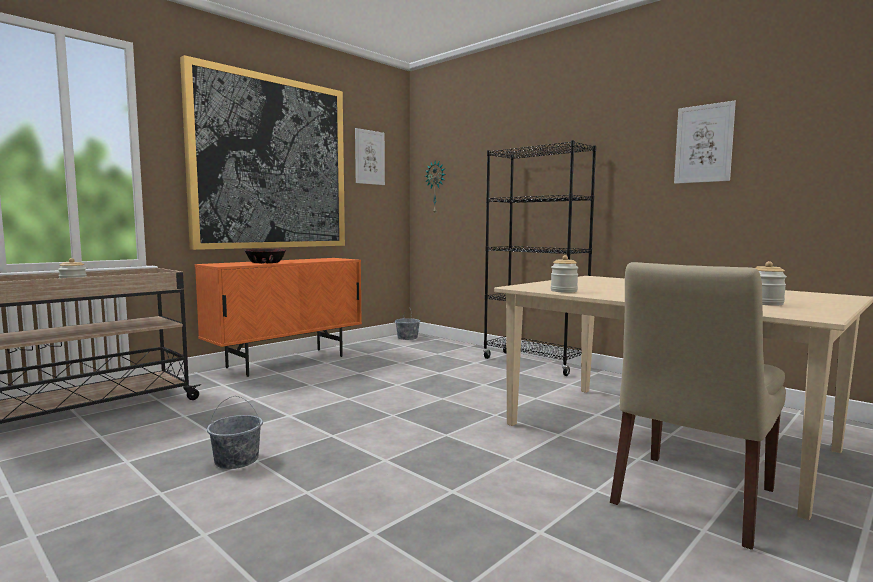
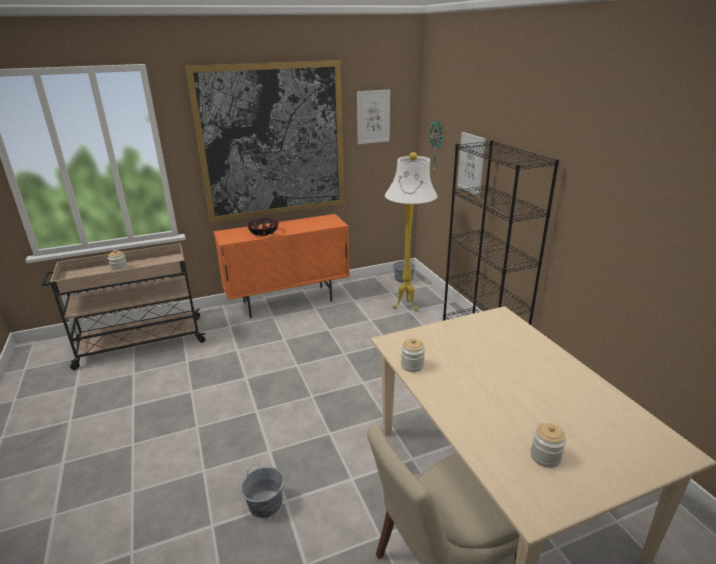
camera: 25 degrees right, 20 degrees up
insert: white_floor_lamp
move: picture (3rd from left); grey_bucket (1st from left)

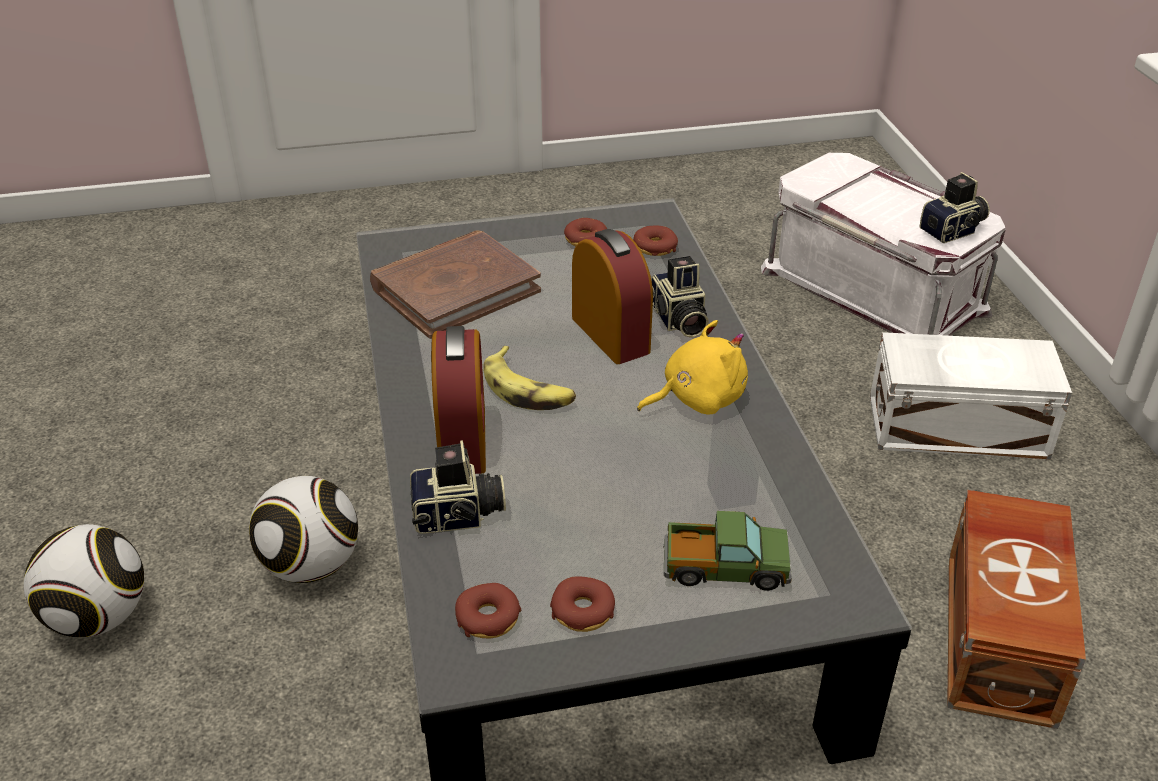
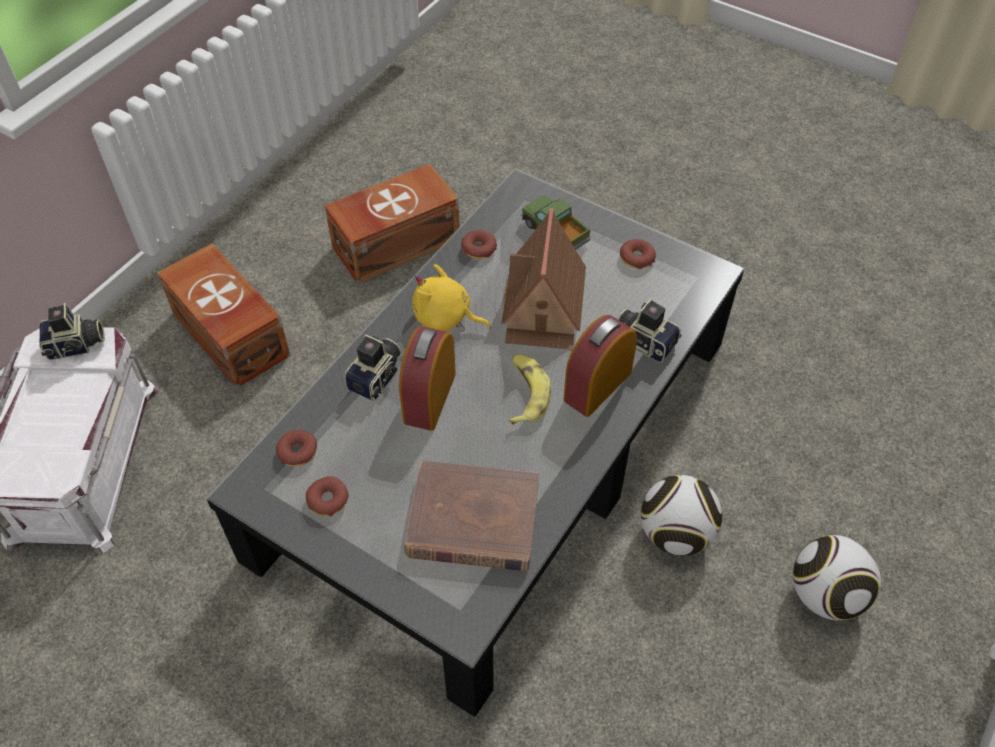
camera: 135 degrees left, 15 degrees up
insert: toy_house
move: donut (1st from left in the first image) to donut (3rd from left)
recolor: white_storage_box (2nd from left) to brown_storage_box (1st from left)
rotate: photo_camera (3rd from left in the first image) 150 degrees clockwise

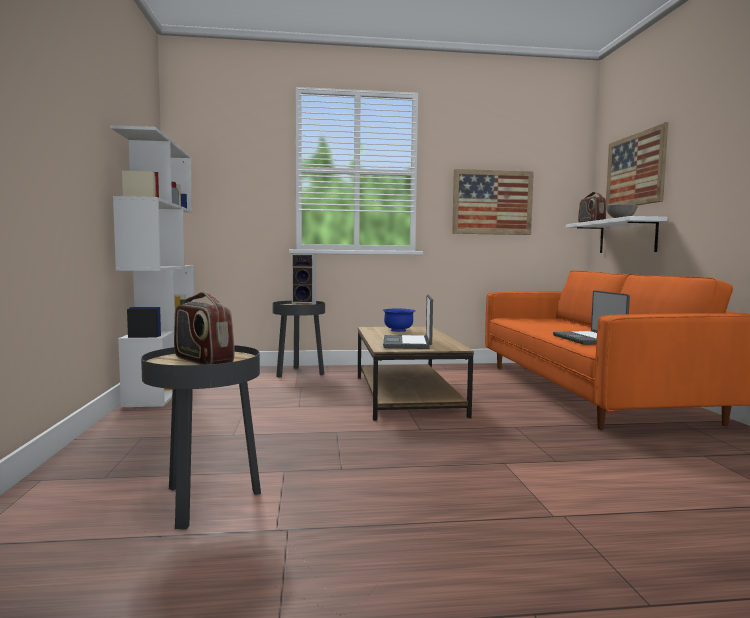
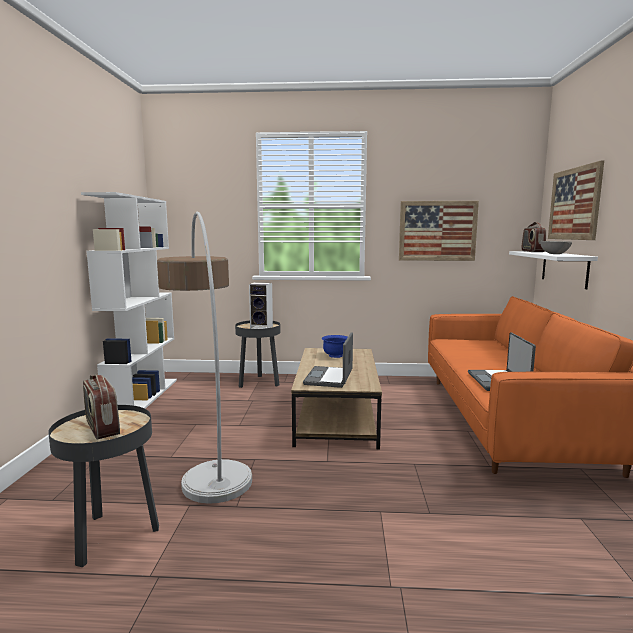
camera: 10 degrees right, 5 degrees up
insert: floor_lamp

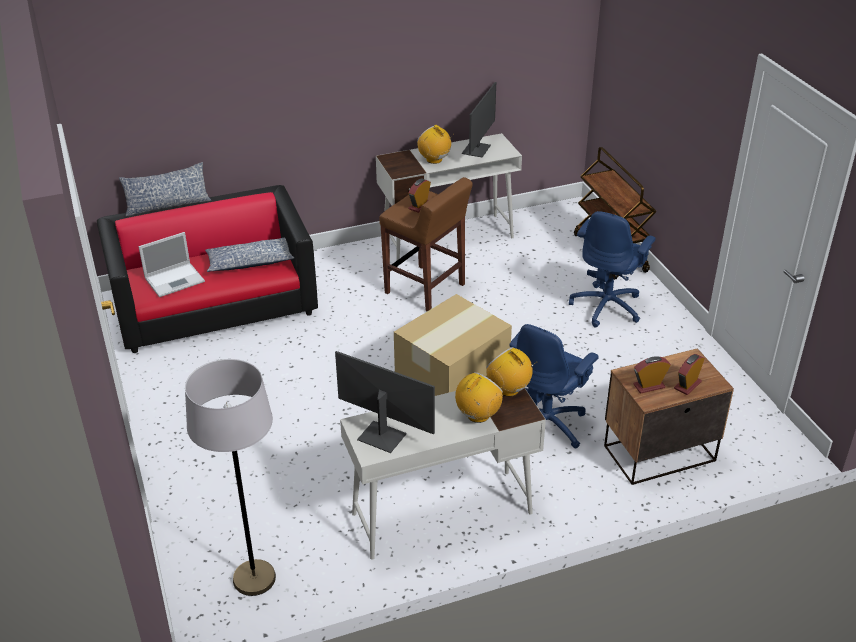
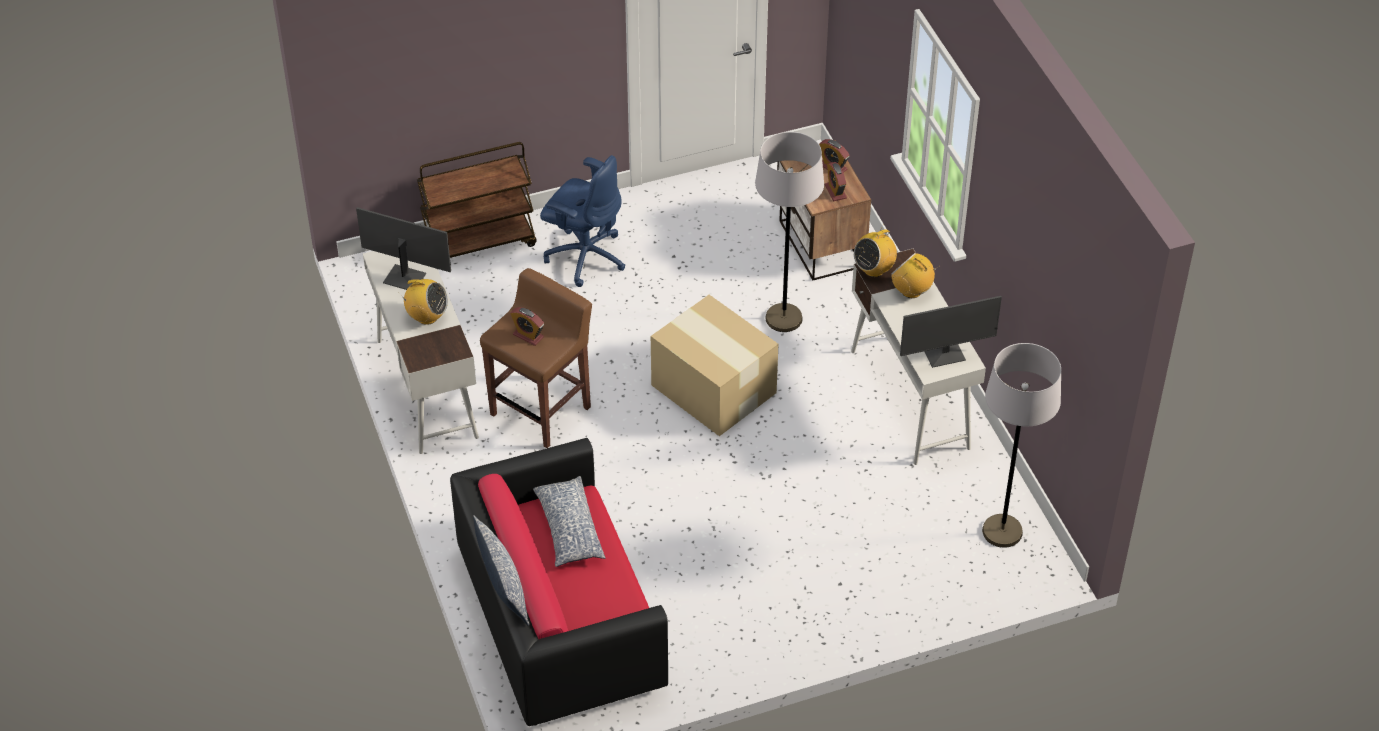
camera: 90 degrees left, 10 degrees up
delete: laptop
replace: blue_office_chair (1st from left) to grey_floor_lamp (1st from left)
rotate: radio (1st from left) 120 degrees counterclockwise; monitor (1st from left in the first image) 135 degrees counterclockwise

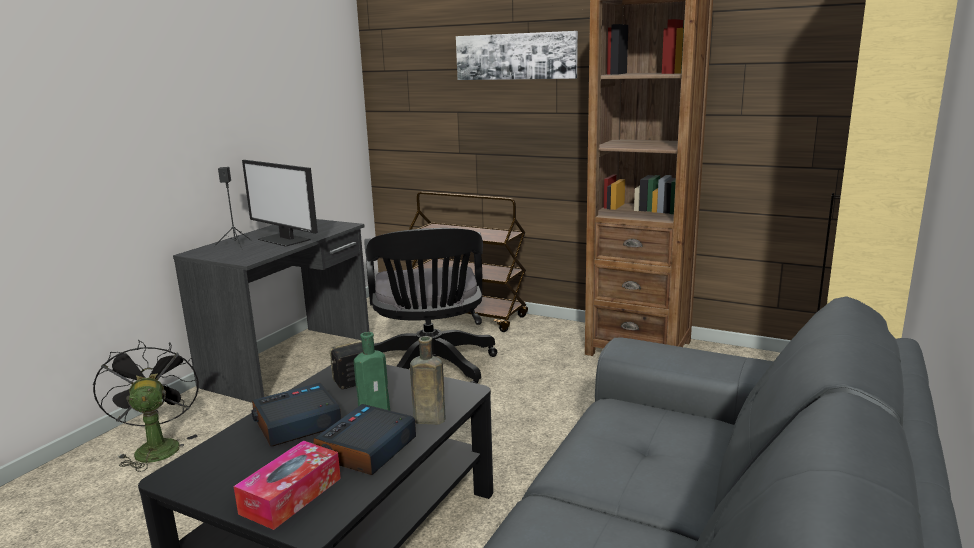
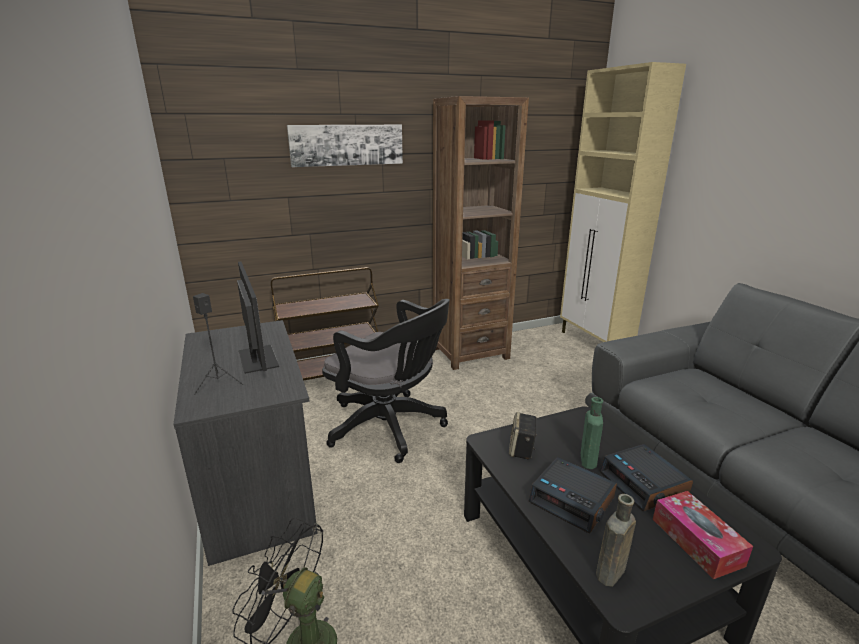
camera: 50 degrees left, 5 degrees up
move: brown_bottle
rotate: monitor 105 degrees counterclockwise; alarm_clock (1st from left) 60 degrees counterclockwise

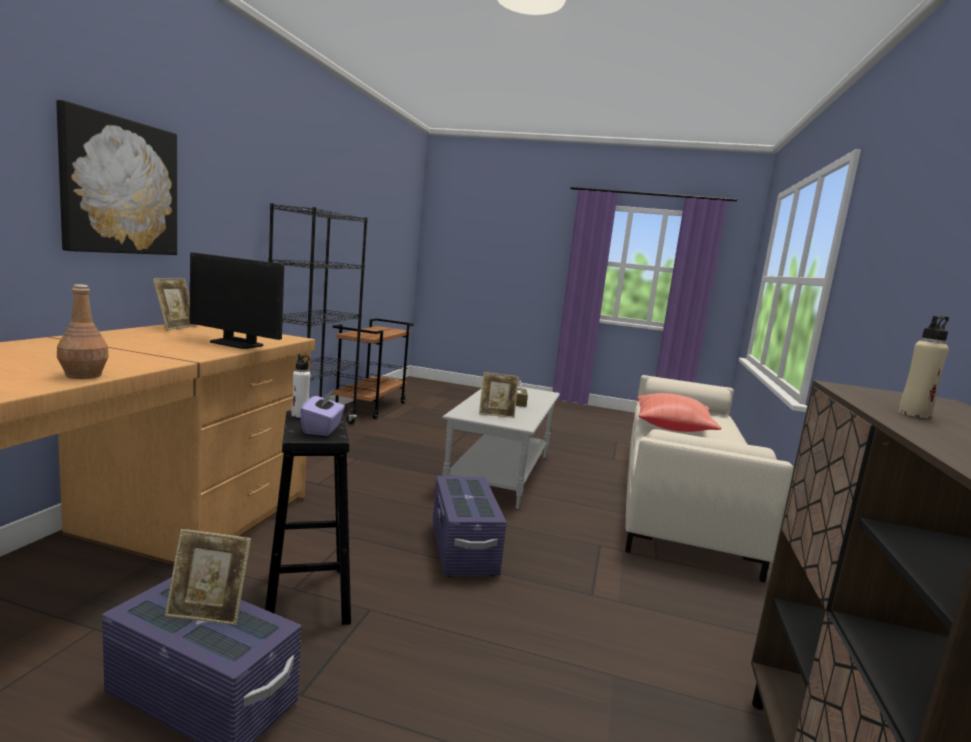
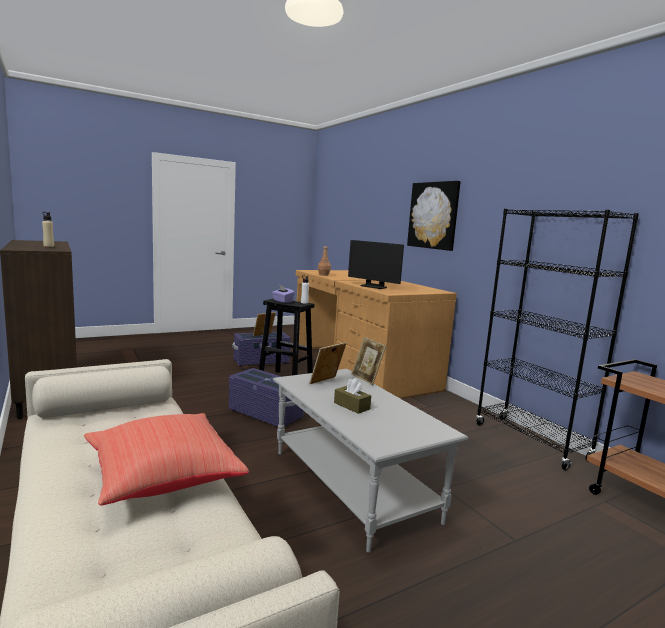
camera: 135 degrees right, 0 degrees up
move: picture_frame (1st from left in the first image) to picture_frame (3rd from left)
rotate: monitor 120 degrees counterclockwise

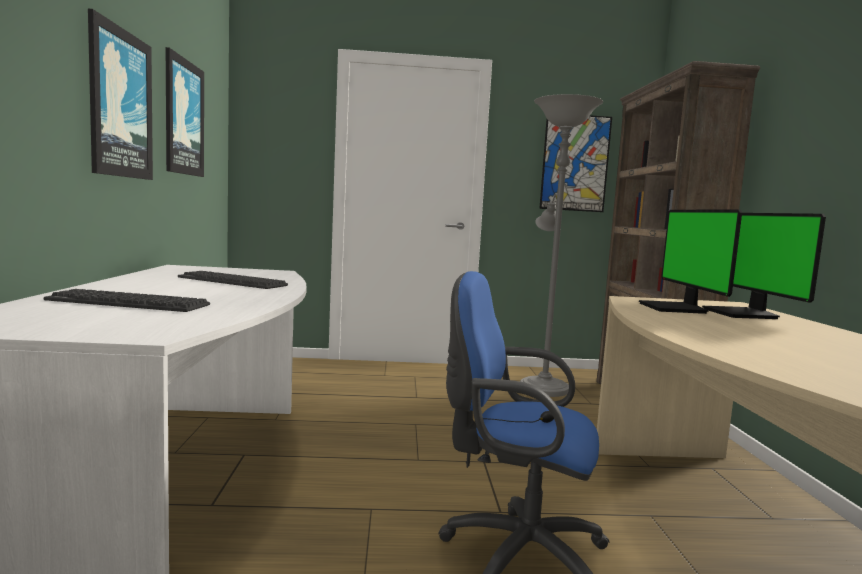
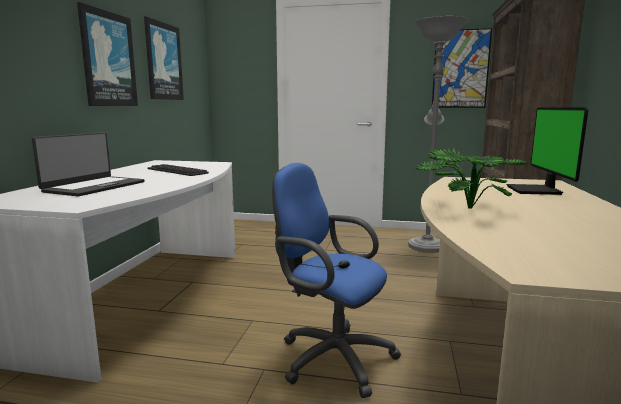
camera: 15 degrees right, 5 degrees up
delete: monitor (1st from left)
insert: potted_plant
replace: keyboard (1st from left) to laptop

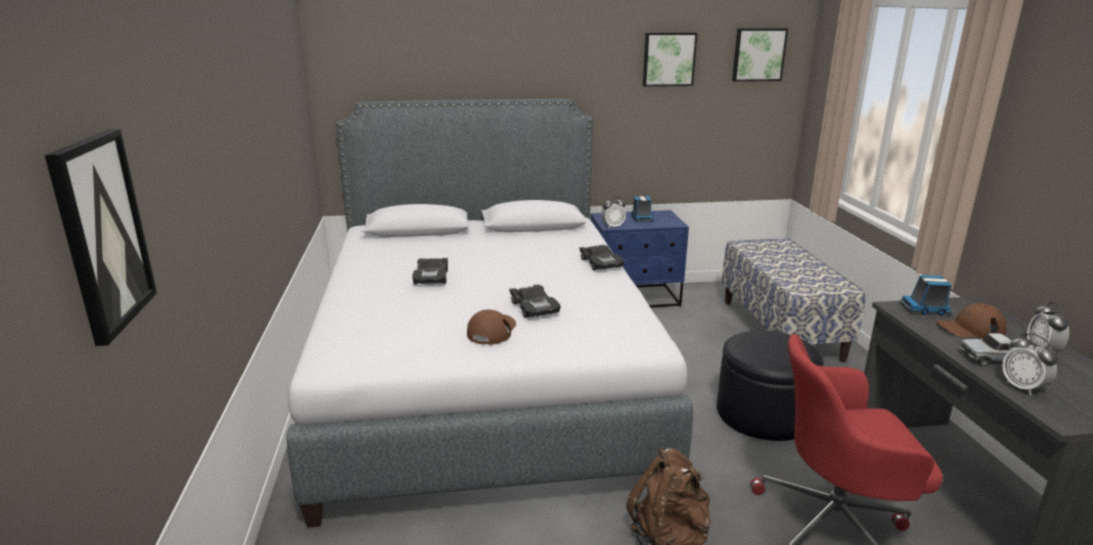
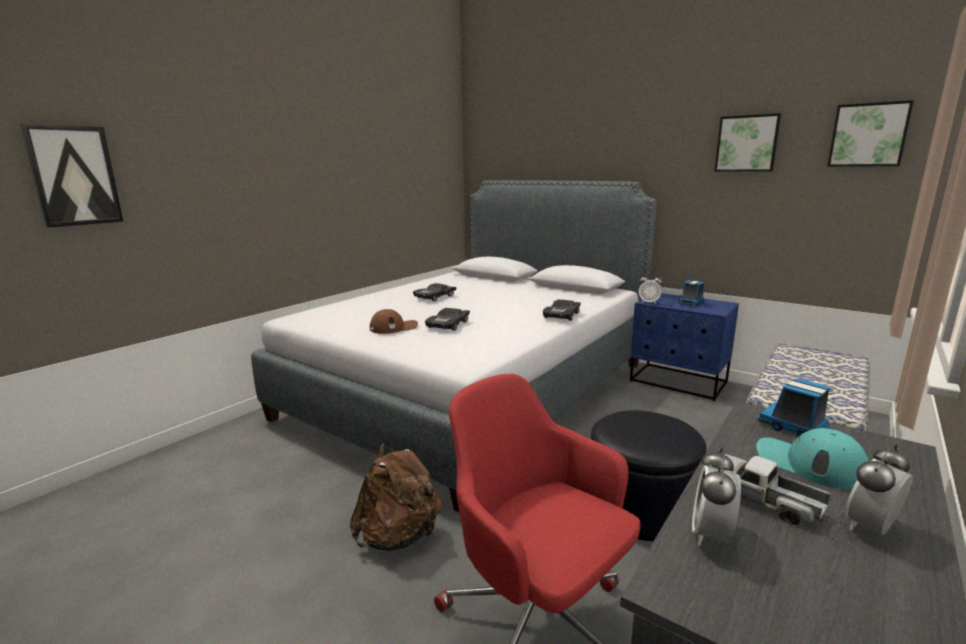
camera: 45 degrees right, 5 degrees down
recolor: brown_cap (2nd from left) to turquoise_cap

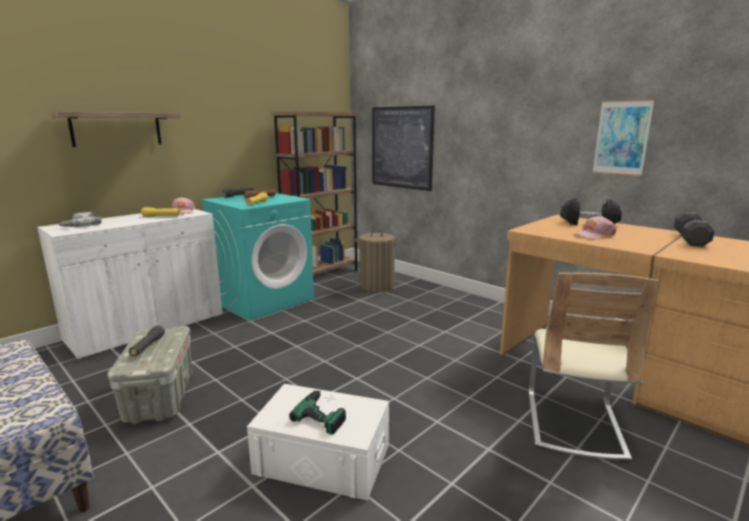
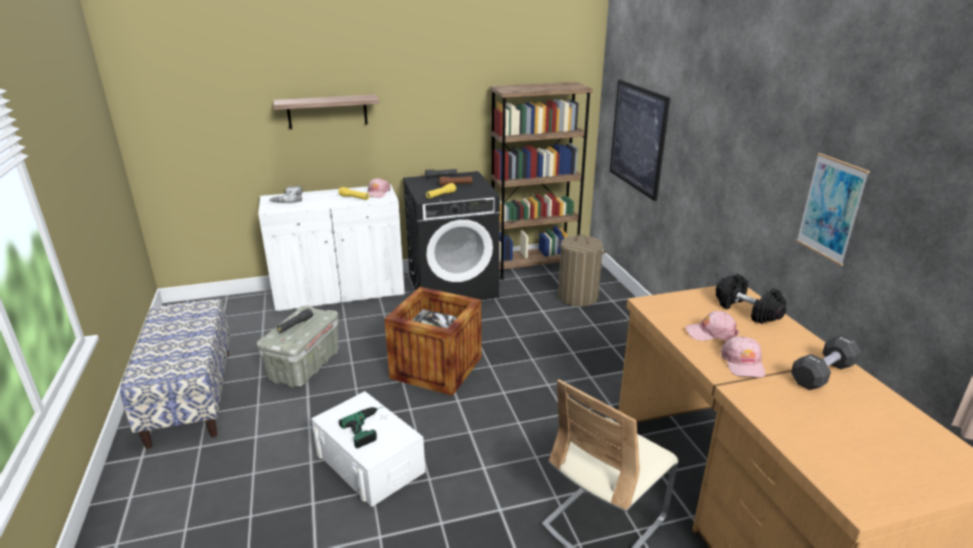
camera: 30 degrees right, 10 degrees up
insert: crate; pink_cap (3rd from left)
recolor: turquoise_washing_machine to black_washing_machine

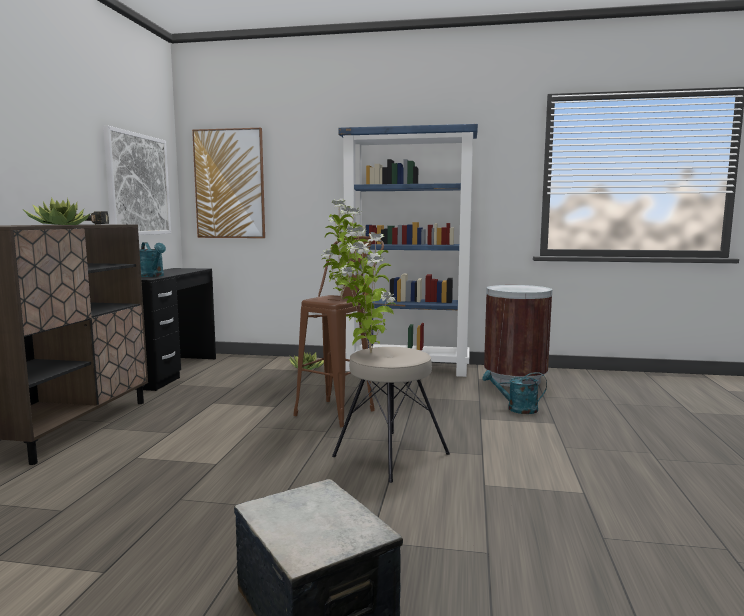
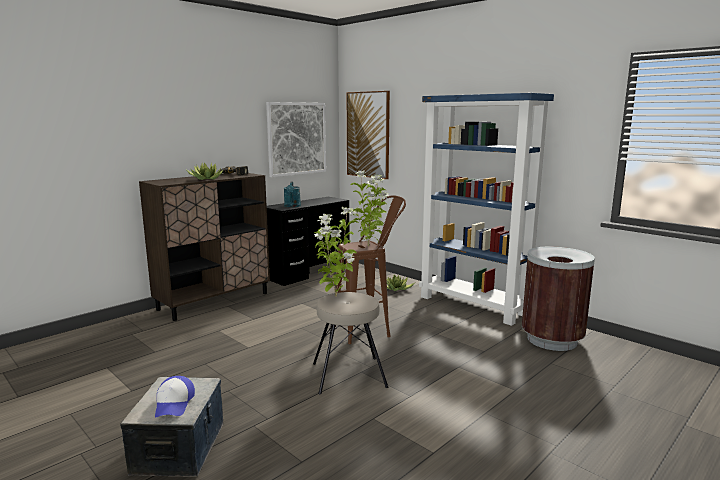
camera: 35 degrees right, 5 degrees up
delete: turquoise_watering_can (2nd from left)
insert: cap

